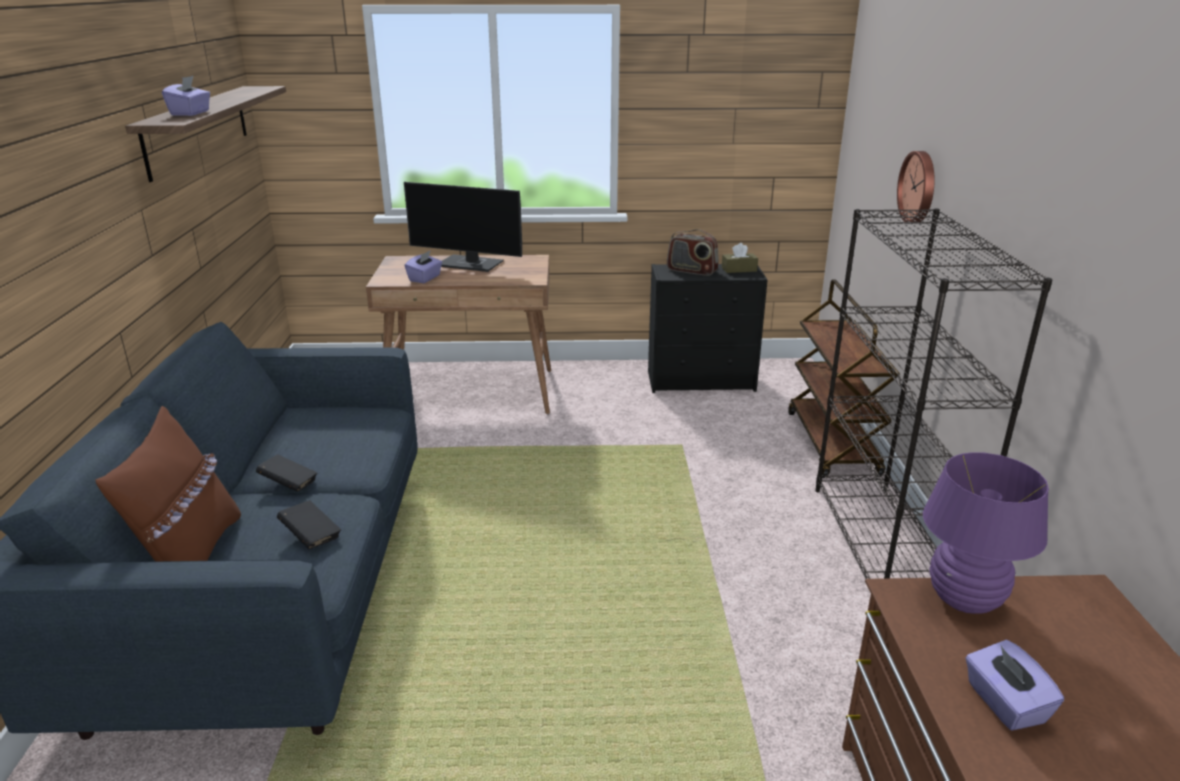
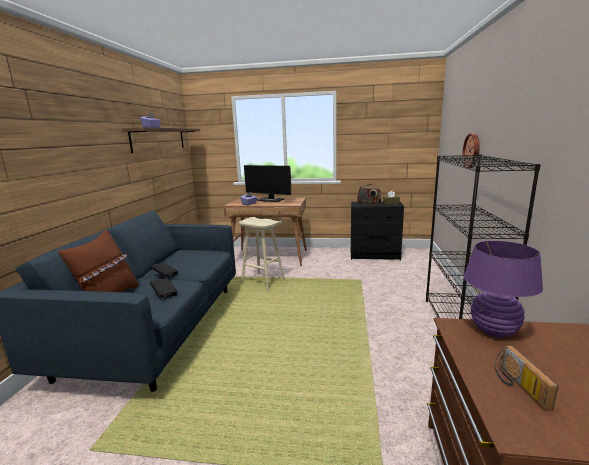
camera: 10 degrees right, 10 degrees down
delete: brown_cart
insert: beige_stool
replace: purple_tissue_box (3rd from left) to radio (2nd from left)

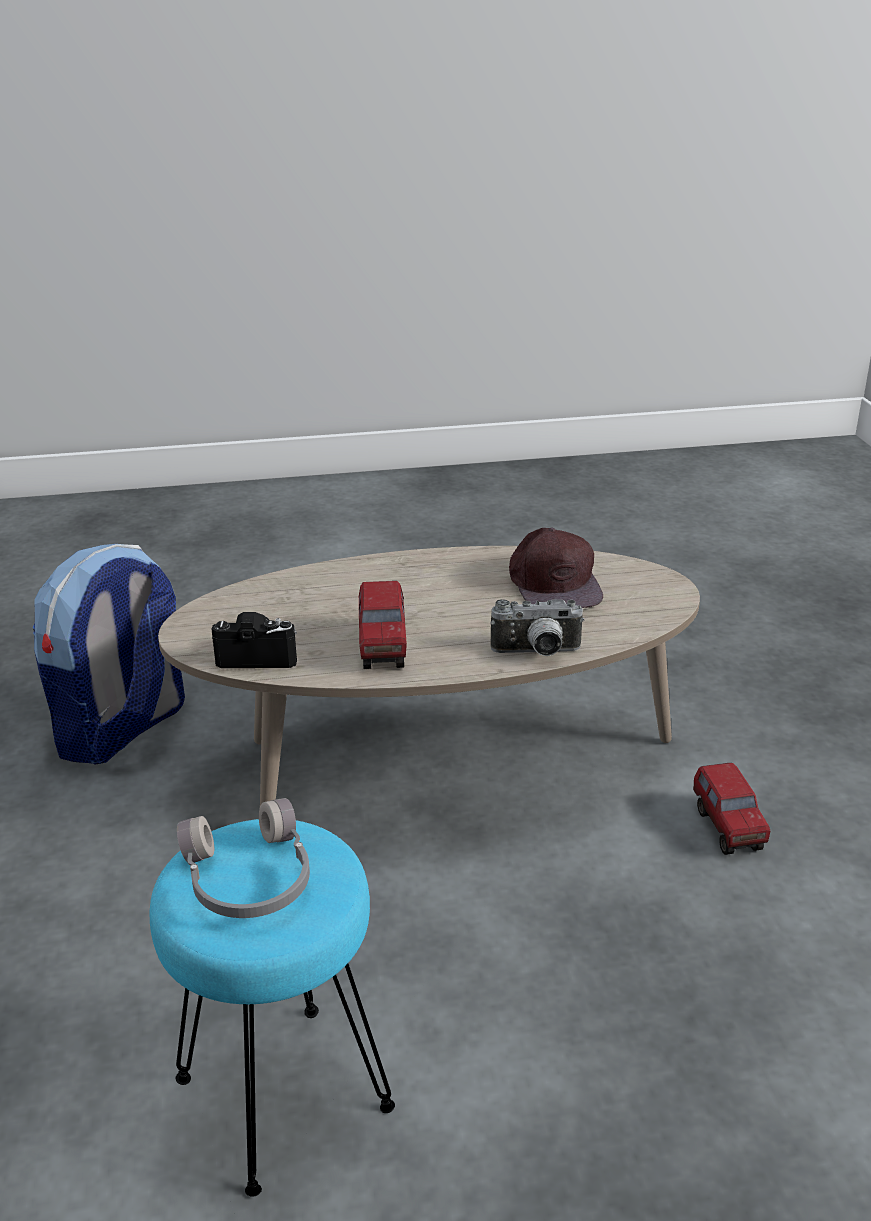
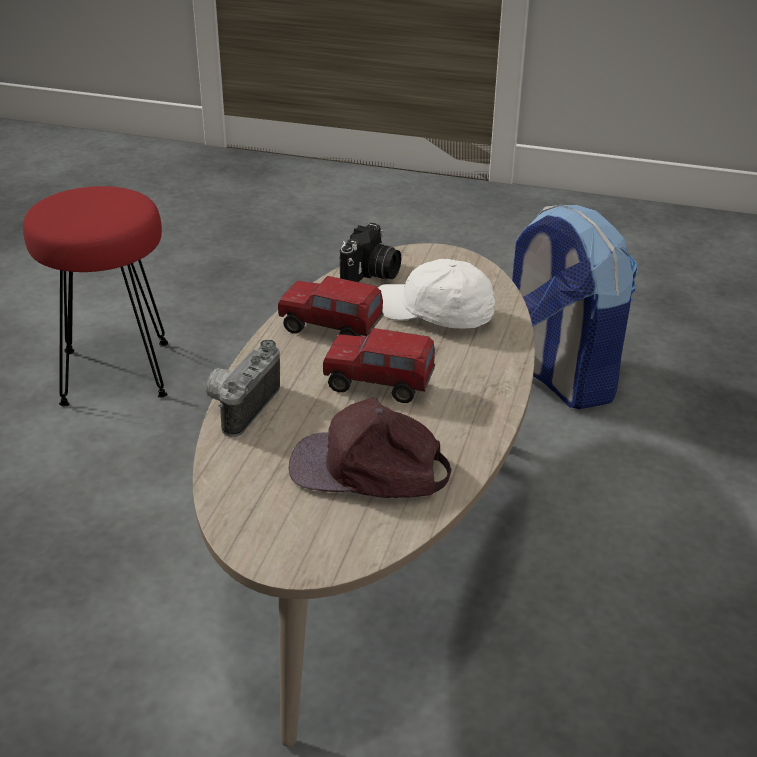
camera: 115 degrees right, 5 degrees up
delete: grey_headphones
insert: white_cap
move: toy_truck (2nd from left)
recolor: turquoise_stool to red_stool

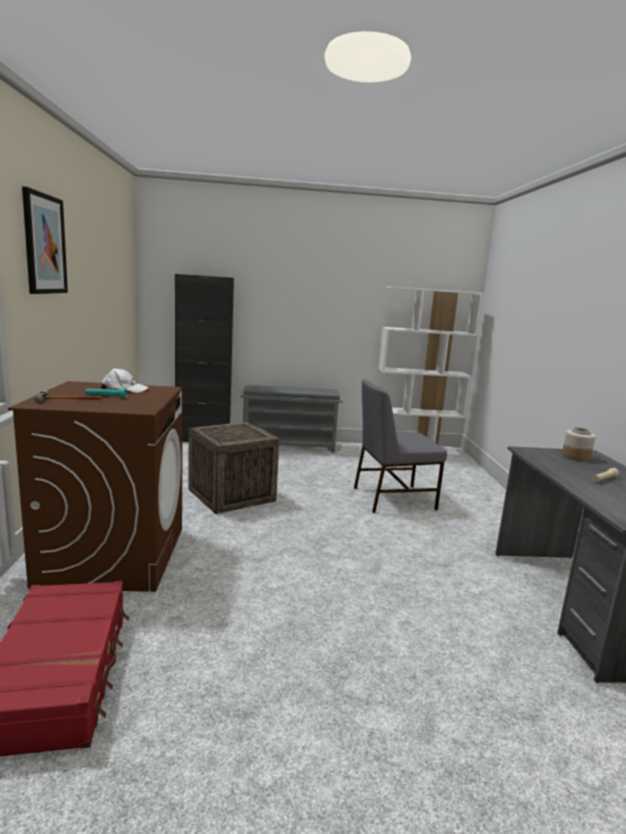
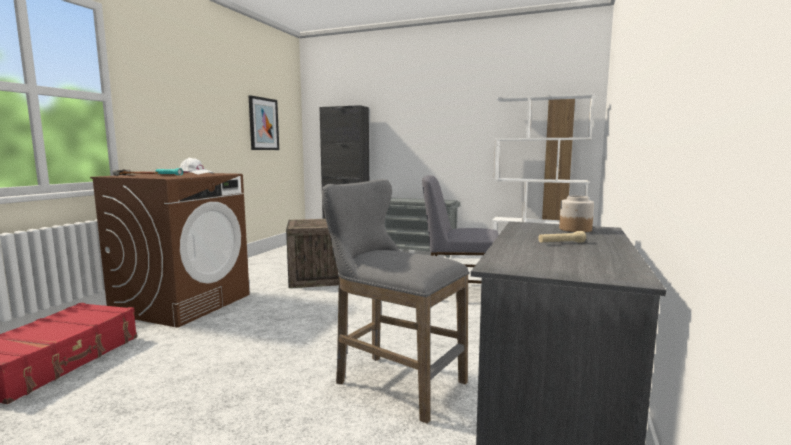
camera: 25 degrees right, 5 degrees down
insert: grey_stool
move: picture

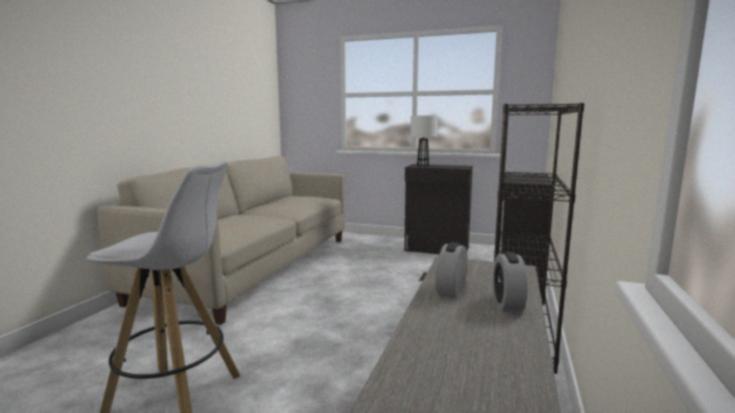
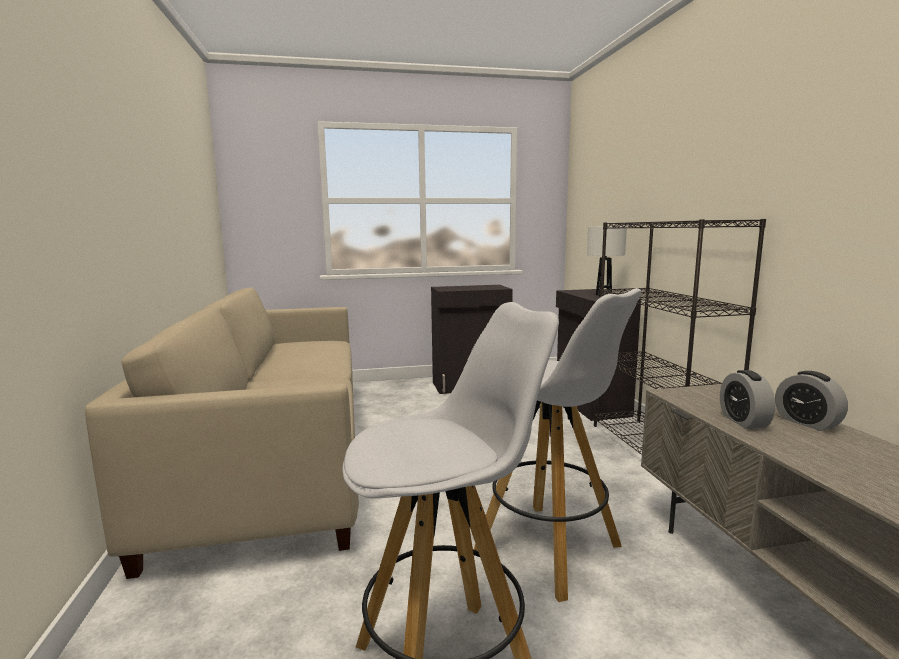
camera: 30 degrees left, 0 degrees up
insert: white_stool (2nd from left)
move: white_table_lamp

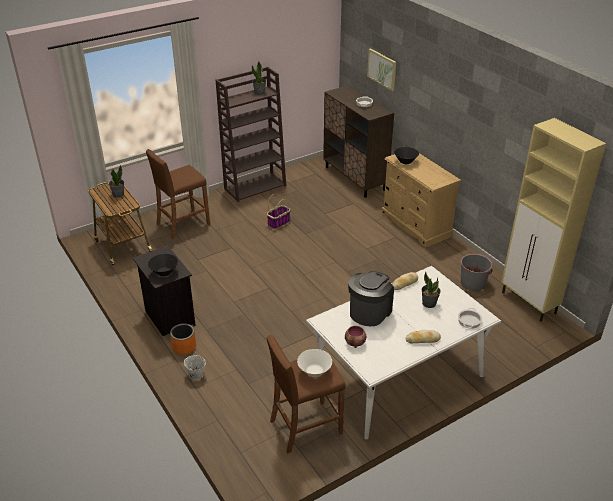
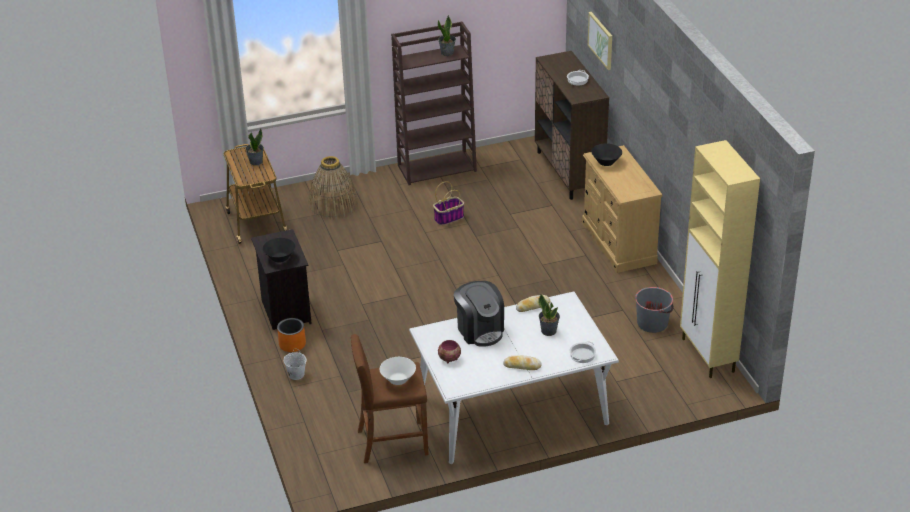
camera: 15 degrees right, 0 degrees up
replace: brown_stool (1st from left) to basket (1st from left)
rotate: coffee_machine 105 degrees clockwise

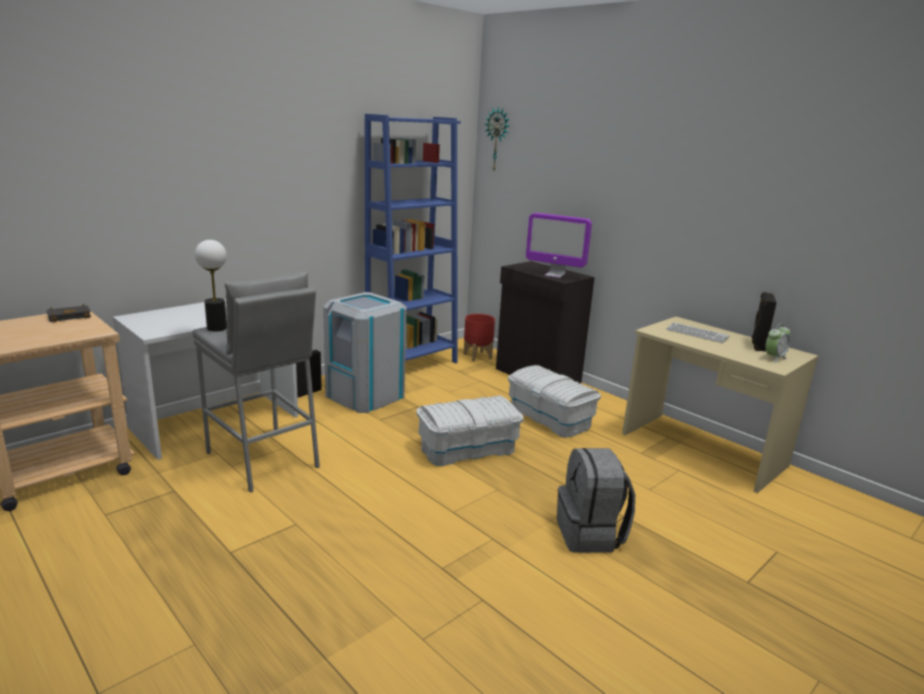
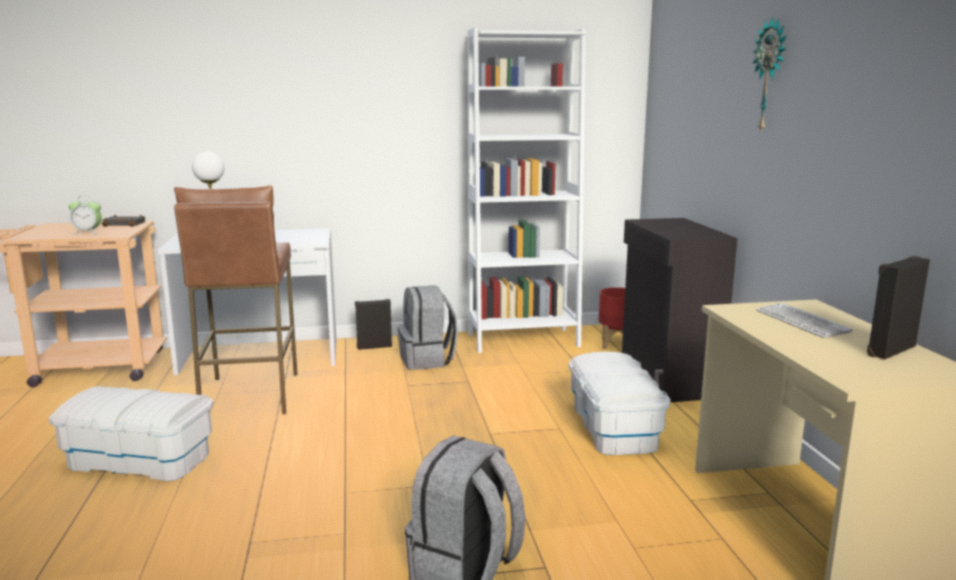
camera: 35 degrees right, 5 degrees down
delete: monitor
move: wall_clock; alarm_clock; white_storage_box (1st from left)
replace: grey_trash_can to grey_backpack (1st from left)
recolor: blue_bookcase to white_bookcase; grey_stool to brown_stool

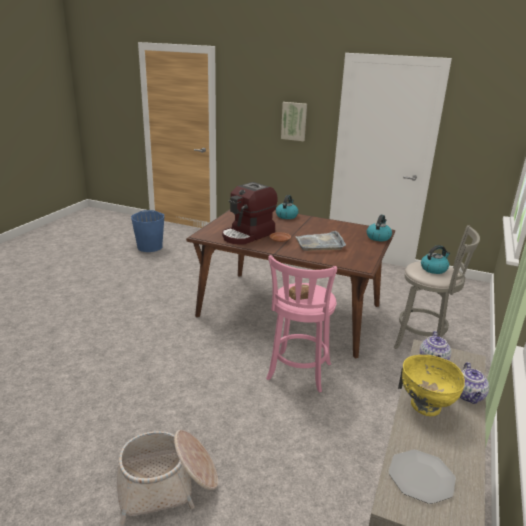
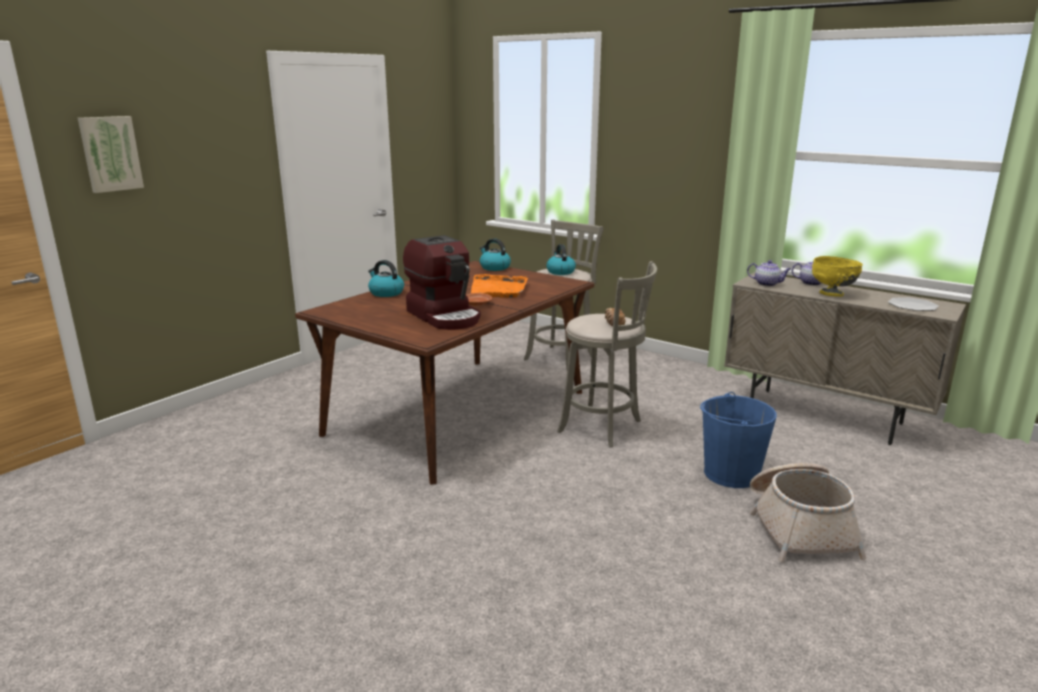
camera: 75 degrees left, 5 degrees down
move: picture; blue_bucket
recolor: grey_tray to orange_tray; pink_stool to grey_stool (2nd from left)

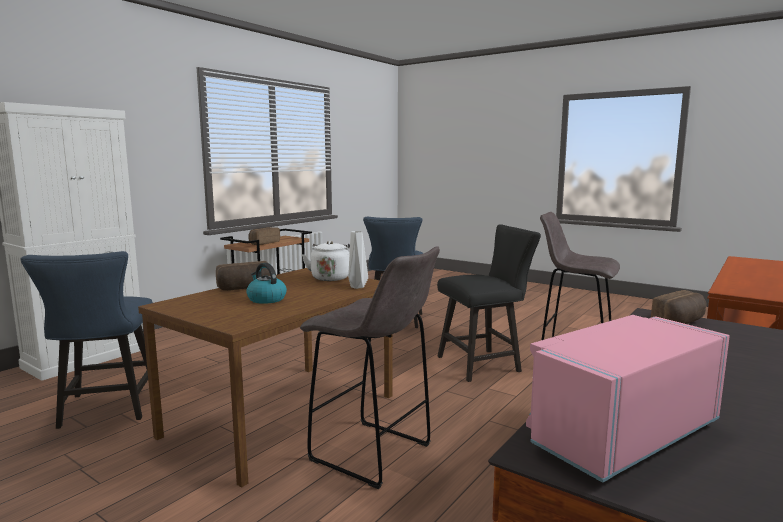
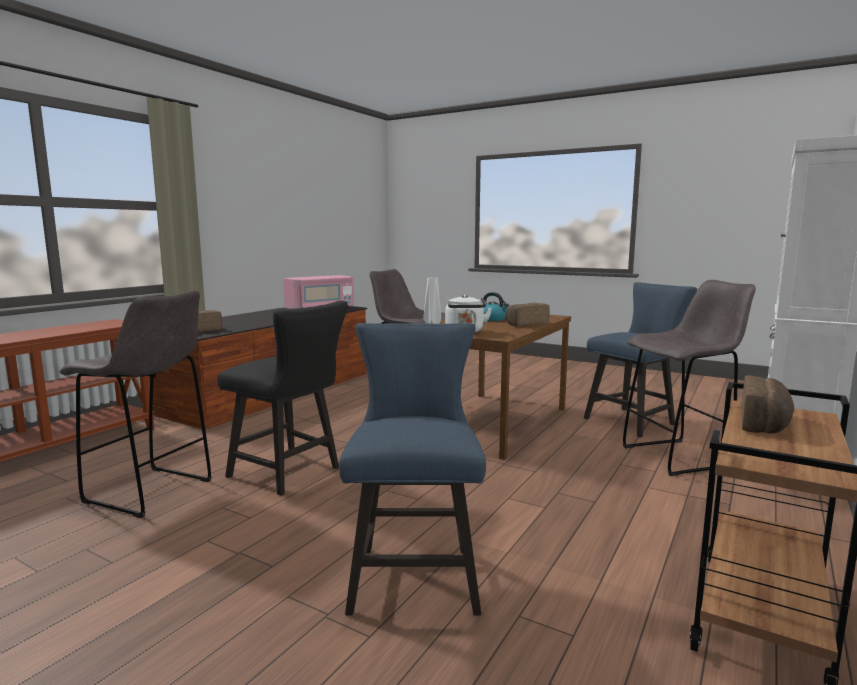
camera: 175 degrees right, 0 degrees up
insert: grey_stool (3rd from left)
rotate: black_chair 120 degrees counterclockwise; blue_chair (1st from left in the first image) 75 degrees clockwise

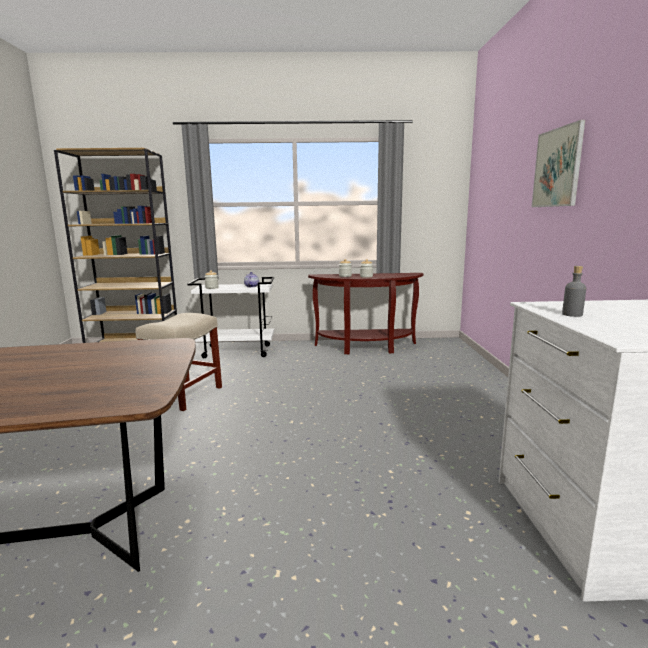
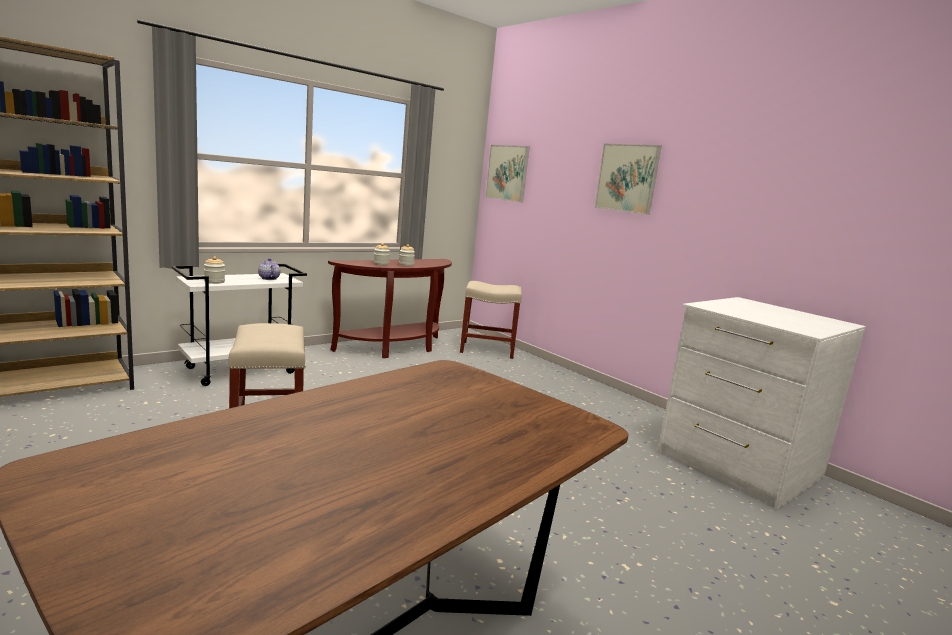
camera: 40 degrees left, 0 degrees up
delete: grey_bottle
insert: picture (1st from left); beige_stool (2nd from left)

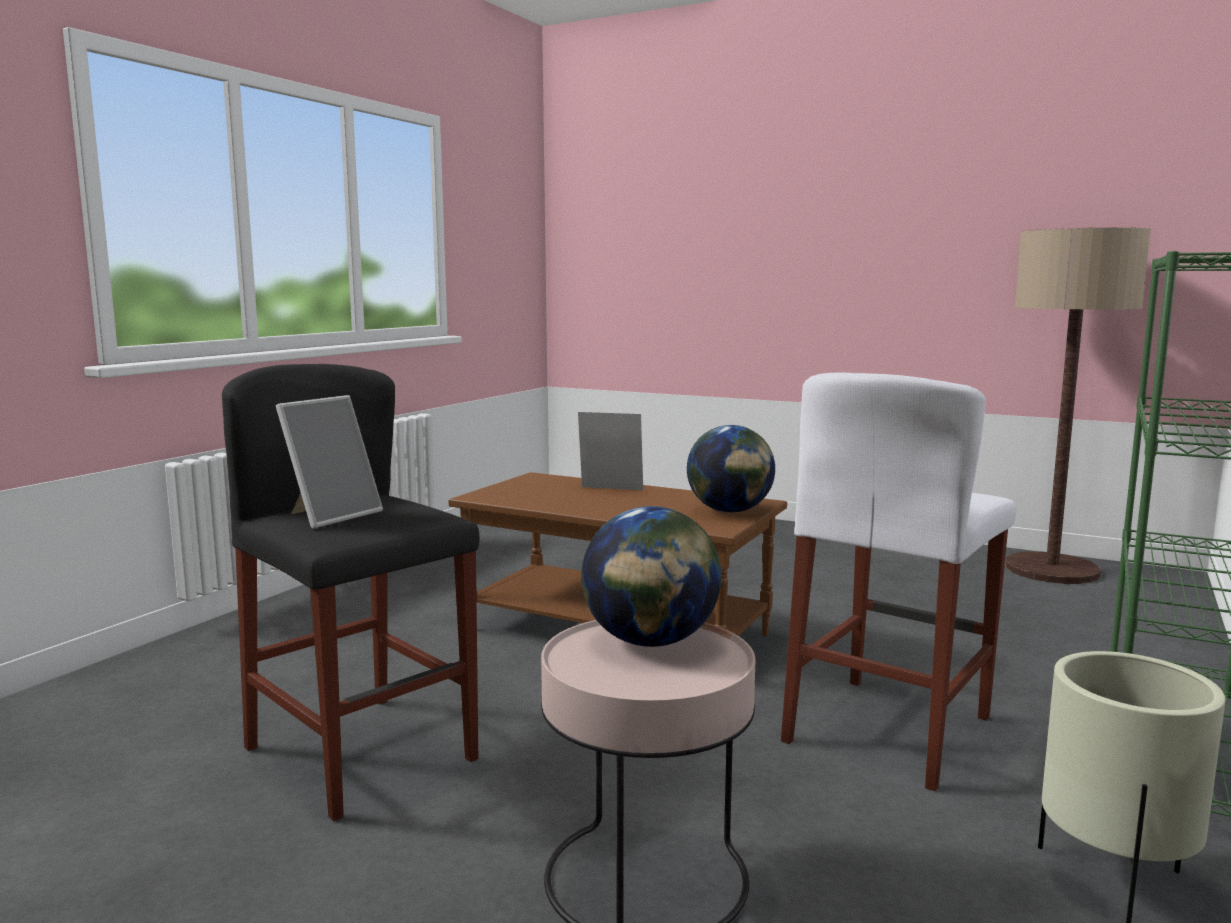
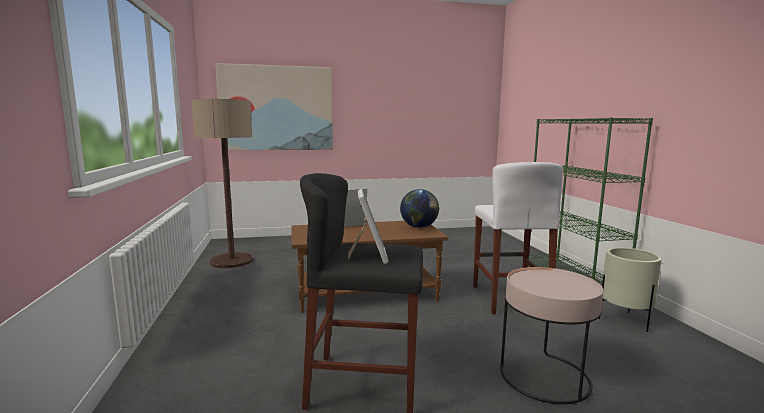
camera: 40 degrees left, 0 degrees up
delete: globe (1st from left)
insert: picture
move: floor_lamp

